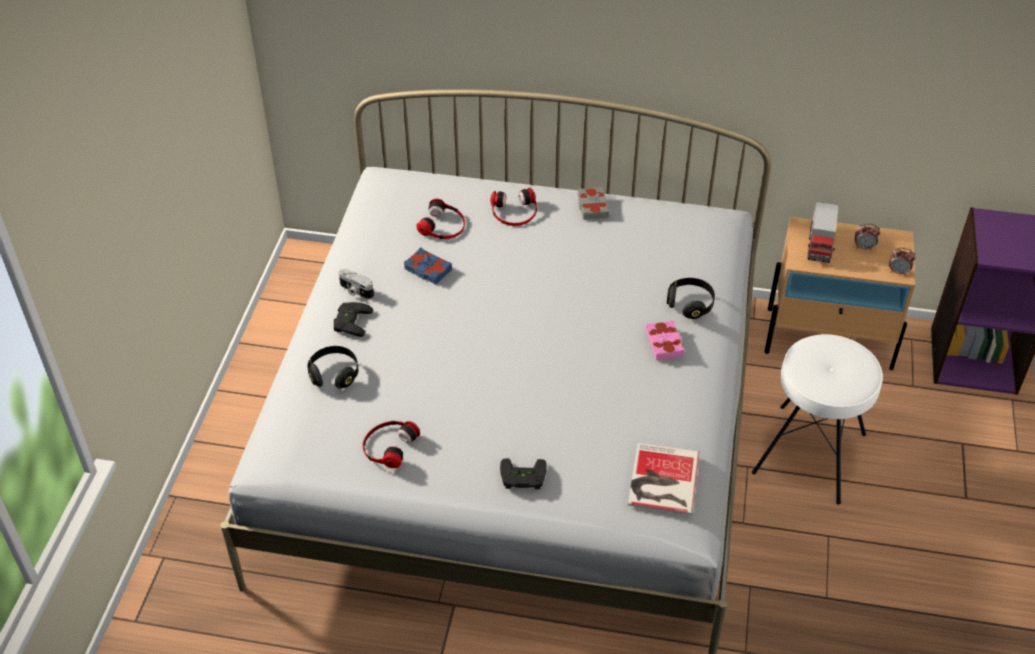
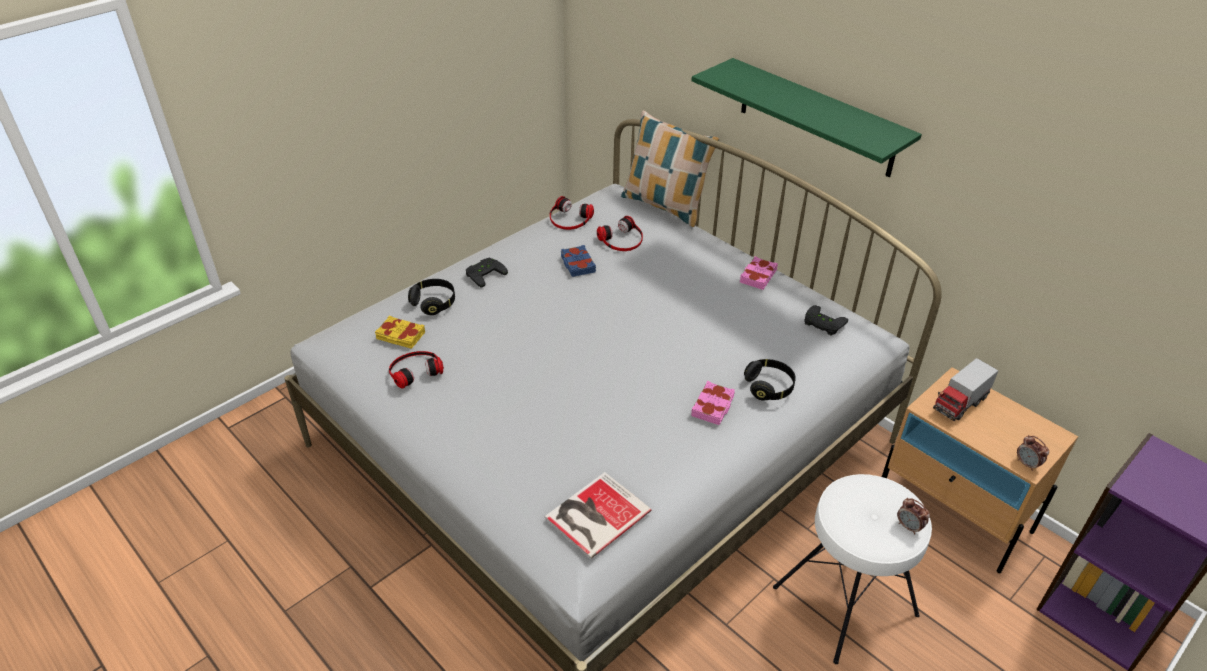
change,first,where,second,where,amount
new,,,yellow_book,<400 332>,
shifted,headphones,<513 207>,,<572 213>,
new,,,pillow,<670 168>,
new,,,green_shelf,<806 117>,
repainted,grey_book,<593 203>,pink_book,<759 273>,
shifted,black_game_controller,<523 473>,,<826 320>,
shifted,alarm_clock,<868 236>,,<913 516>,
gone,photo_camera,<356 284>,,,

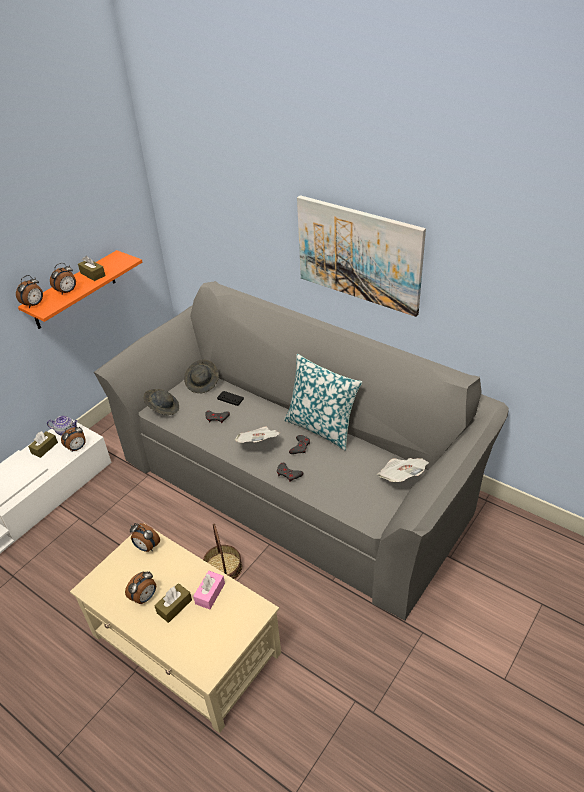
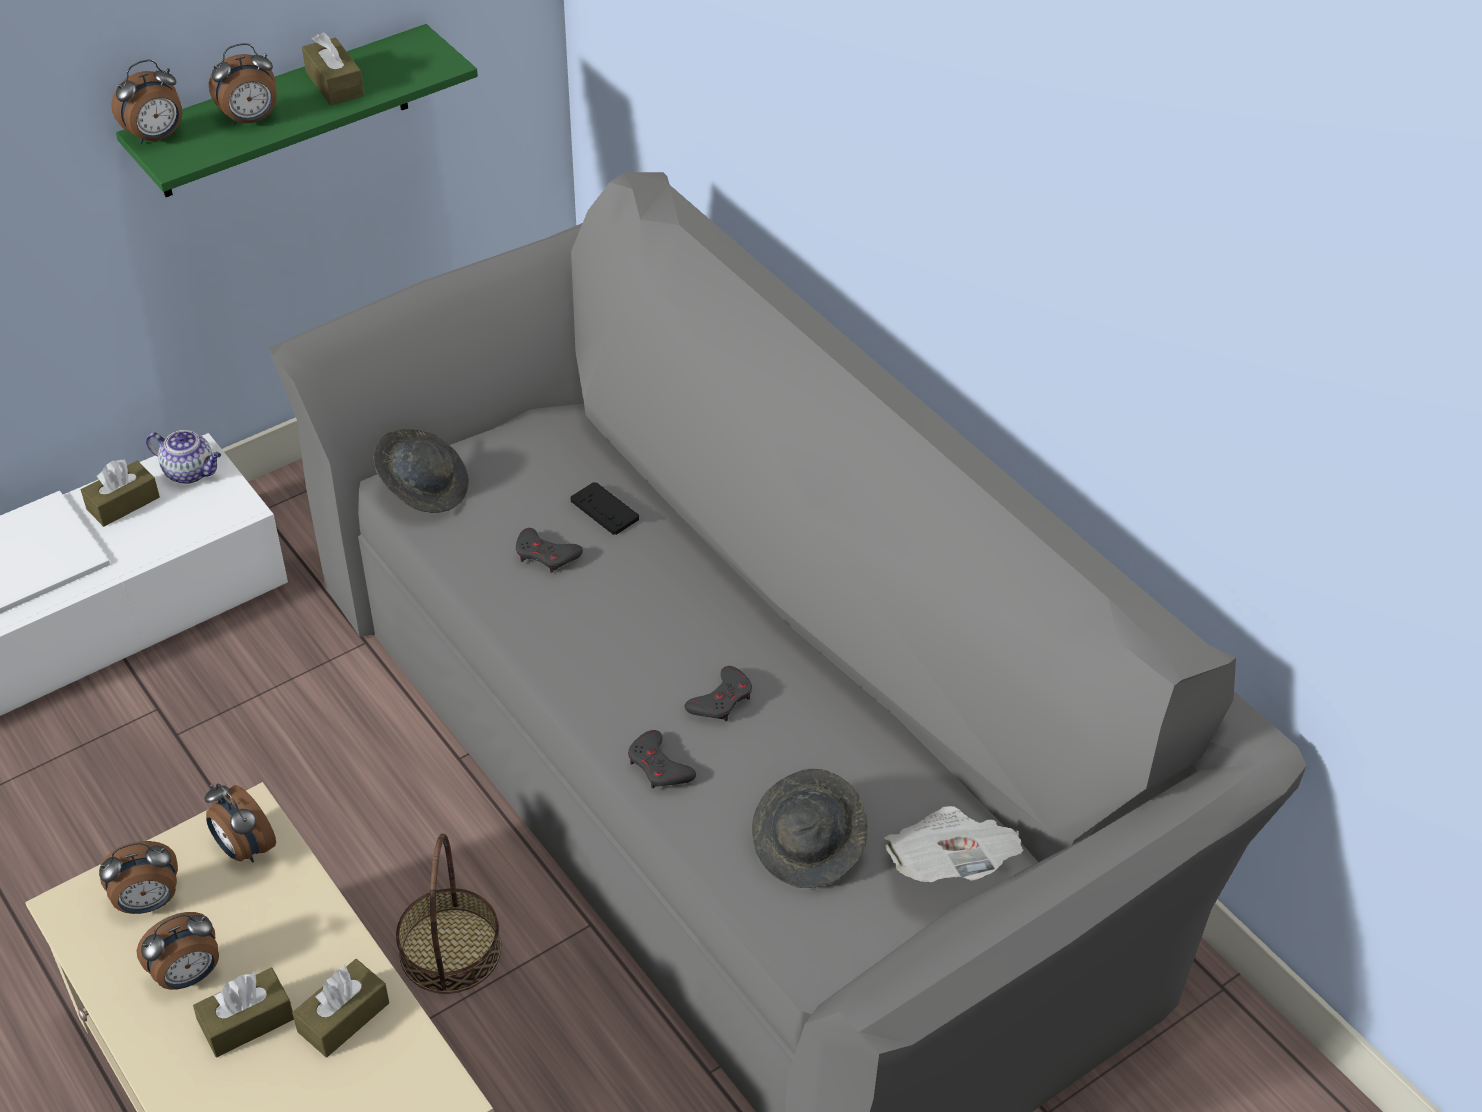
change,first,where,second,where,amount
shifted,alarm_clock,<73 438>,,<138 877>,
repainted,orange_shelf,<80 289>,green_shelf,<297 110>,
repainted,pink_tissue_box,<209 590>,brown_tissue_box,<340 1008>,
shifted,grey_hat,<201 376>,,<810 828>,
gone,newspaper,<257 435>,,,
gone,pillow,<323 402>,,,
gone,picture,<361 256>,,,

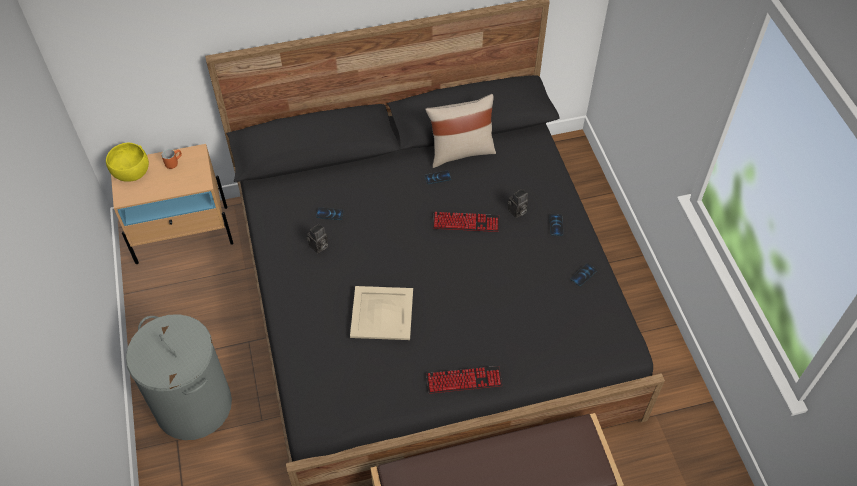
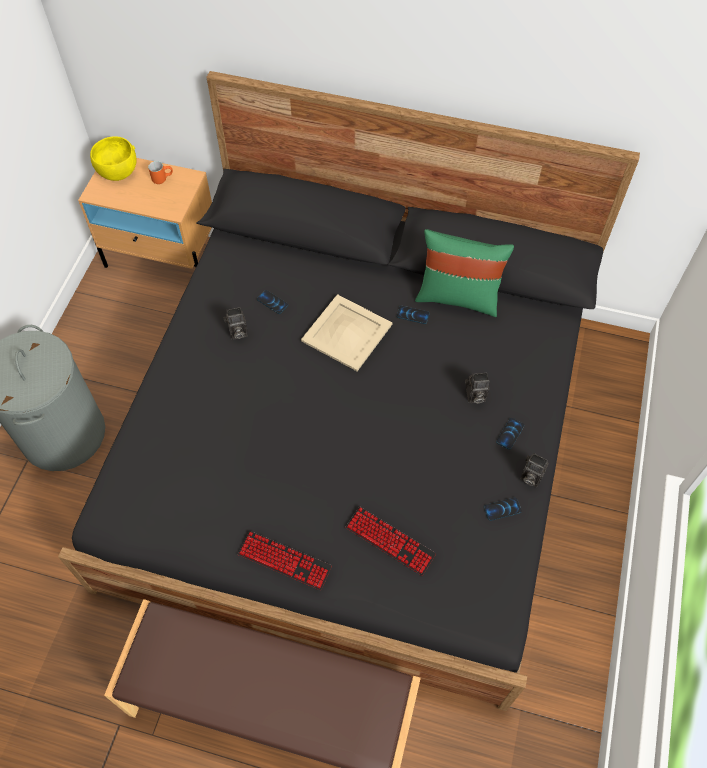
change,first,where,second,where,amount
shifted,beige_tray,<381 313>,,<346 332>,
shifted,keyboard,<466 222>,,<390 541>,
repainted,beige_pillow,<460 131>,green_pillow,<464 273>,
new,,,photo_camera,<534 470>,

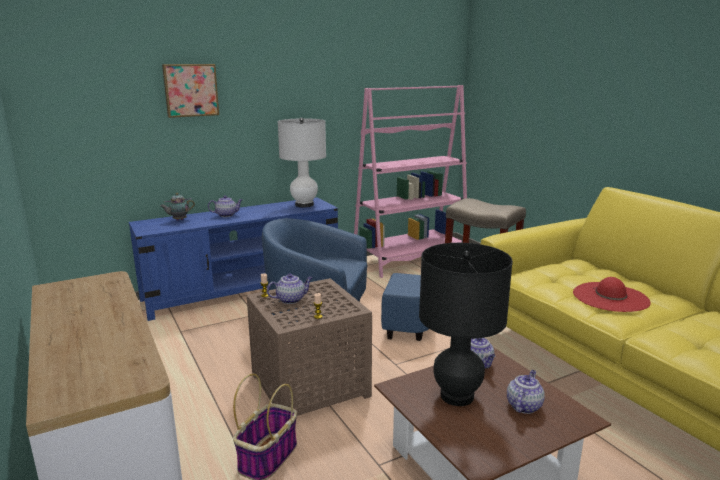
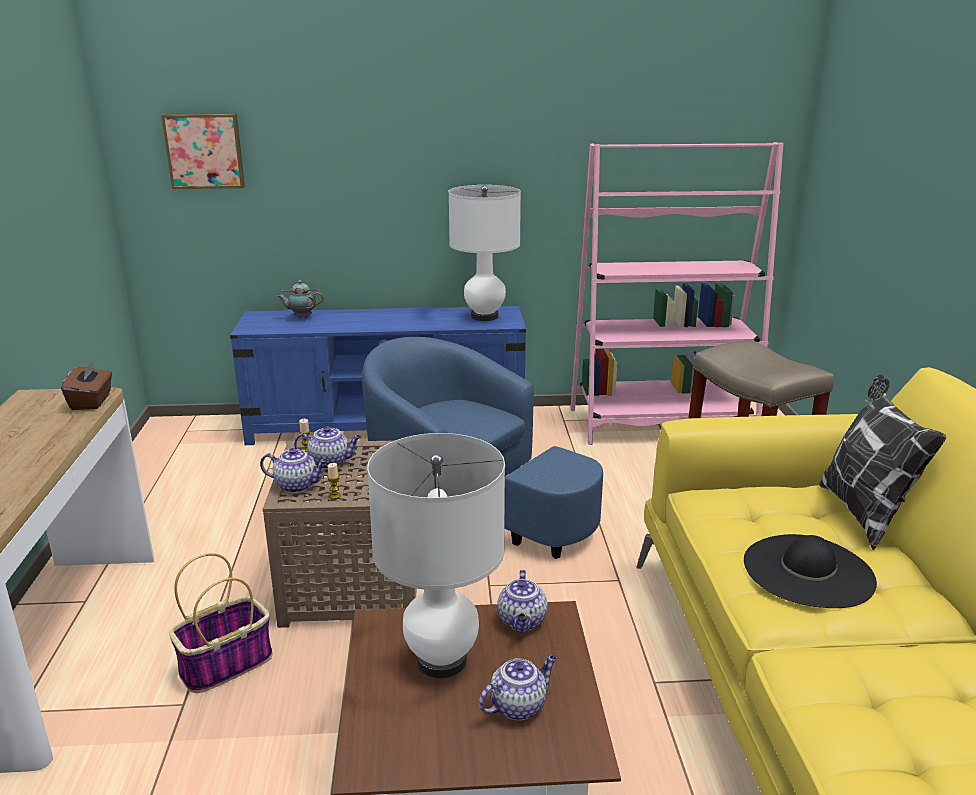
change,first,where,second,where,amount
new,,,brown_tissue_box,<86 385>,
shifted,picture,<190 91>,,<203 151>,
shifted,teapot,<225 206>,,<294 470>,
repainted,black_table_lamp,<466 324>,white_table_lamp,<436 555>,
repainted,red_hat,<612 294>,black_hat,<810 571>,
new,,,pillow,<882 462>,

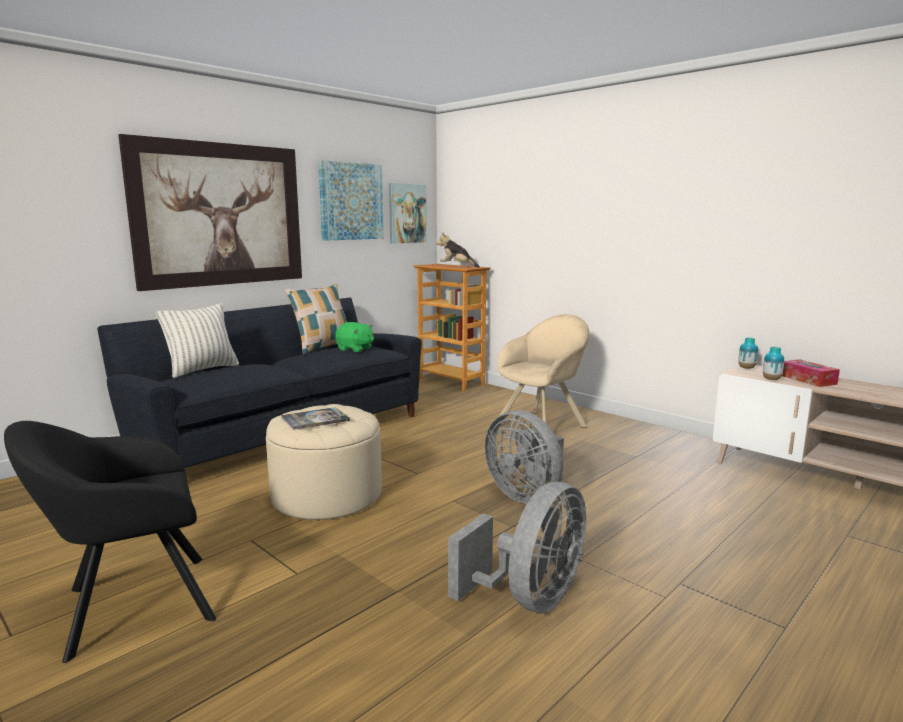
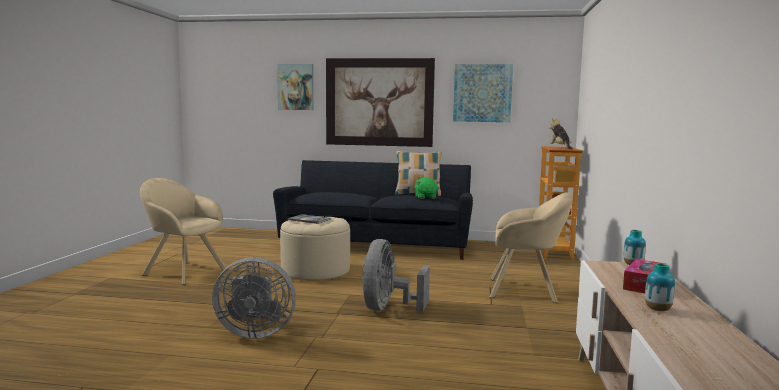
change,first,where,second,where,amount
repainted,black_armchair,<110 542>,beige_armchair,<183 231>,
shifted,picture,<408 213>,,<295 87>,
shifted,vase,<773 363>,,<660 287>,
gone,pillow,<197 340>,,,

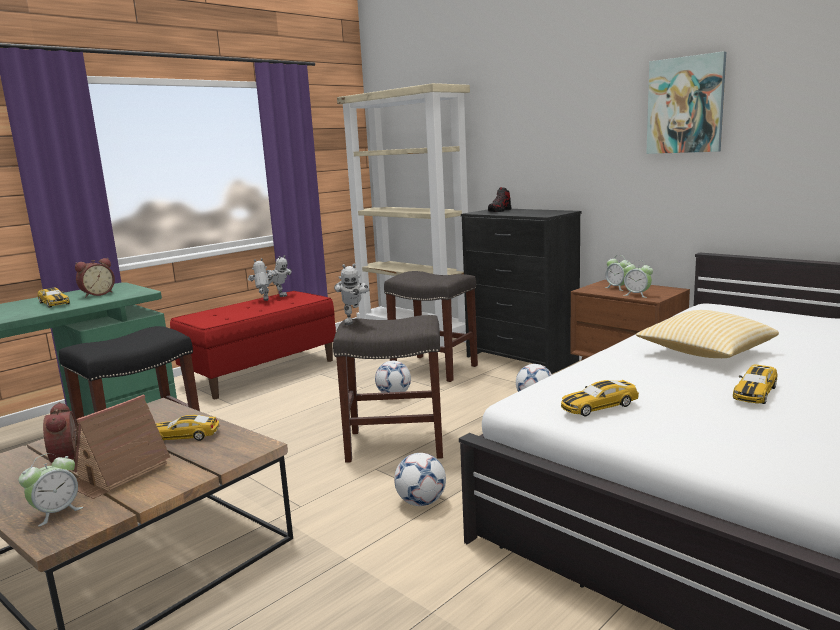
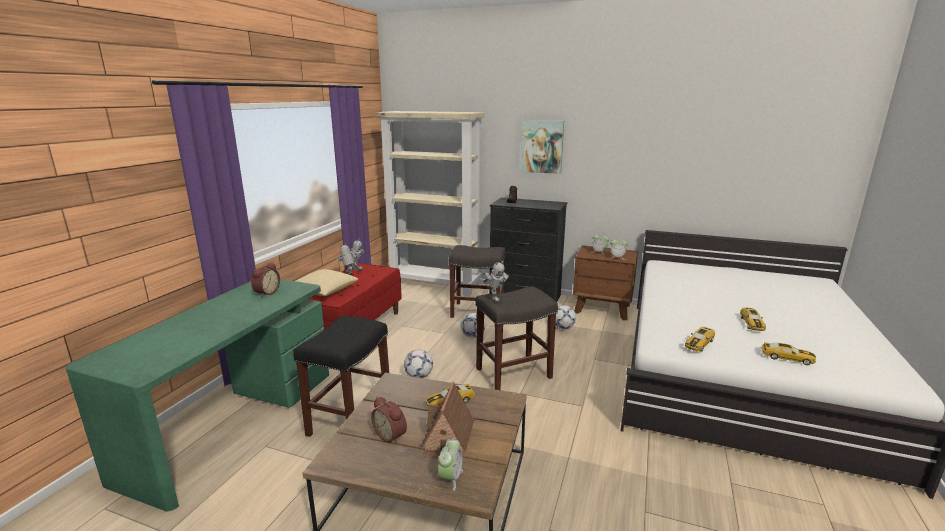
change,first,where,second,where,amount
shifted,pillow,<707 334>,,<327 282>,
shifted,football,<420 479>,,<418 363>,
shifted,picture,<686 102>,,<542 147>,
shifted,toy_car,<53 297>,,<788 353>,

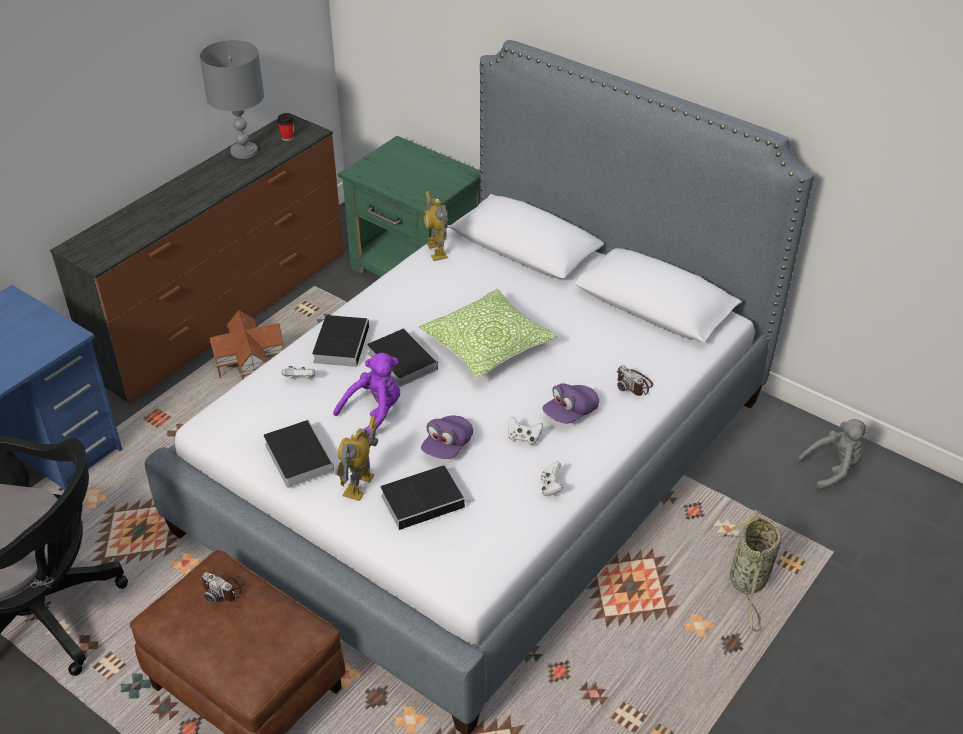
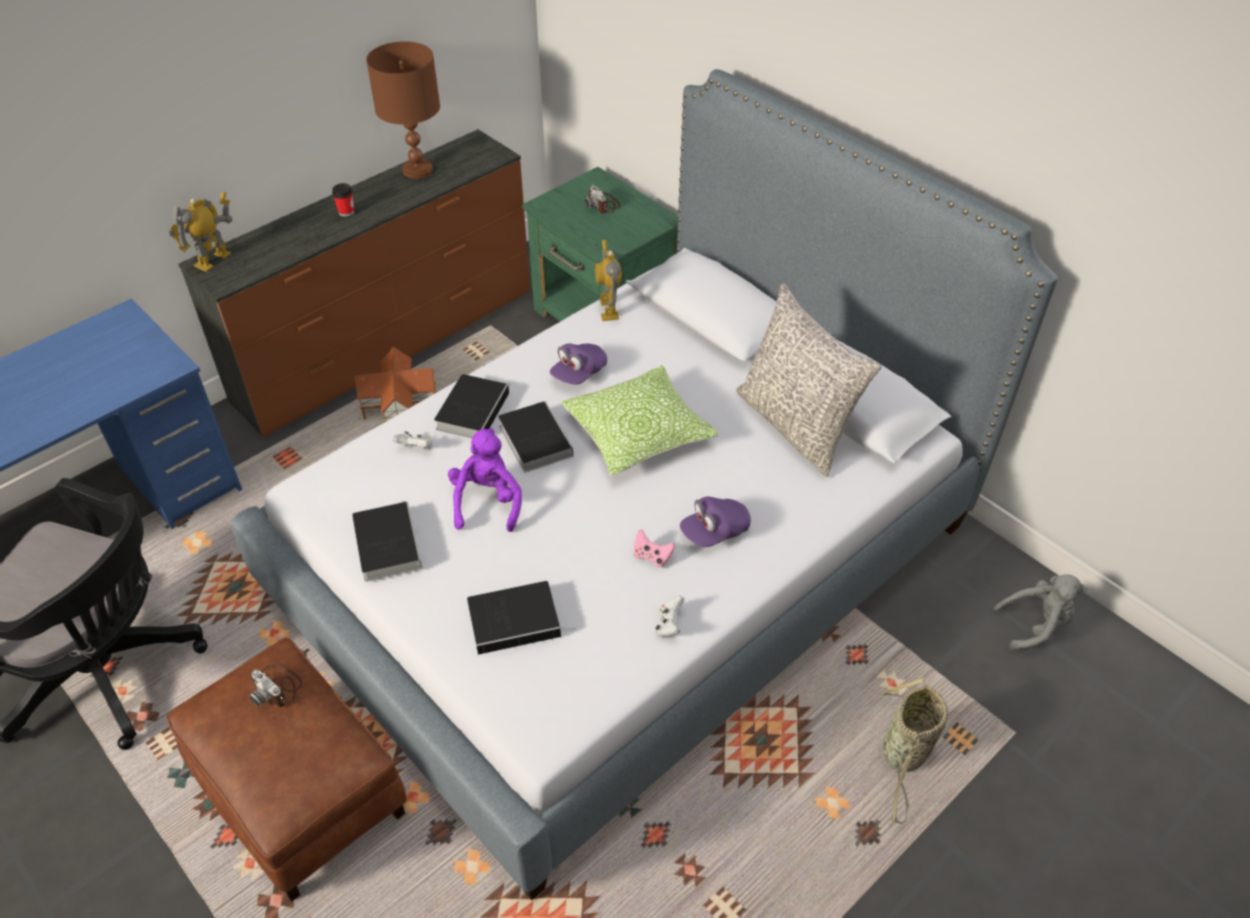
change,first,where,second,where,amount
shifted,toy_robot,<356 458>,,<200 231>,
shifted,cup,<285 127>,,<343 200>,
repainted,grey_table_lamp,<232 99>,brown_table_lamp,<403 110>,
rotated,purple_plush_toy,<366 394>,,<485 480>,60 degrees counterclockwise
shifted,purple_cap,<447 437>,,<578 364>,
shifted,photo_camera,<635 380>,,<602 199>,
repainted,white_game_controller,<525 430>,pink_game_controller,<654 548>,
new,,,grey_pillow,<808 380>,

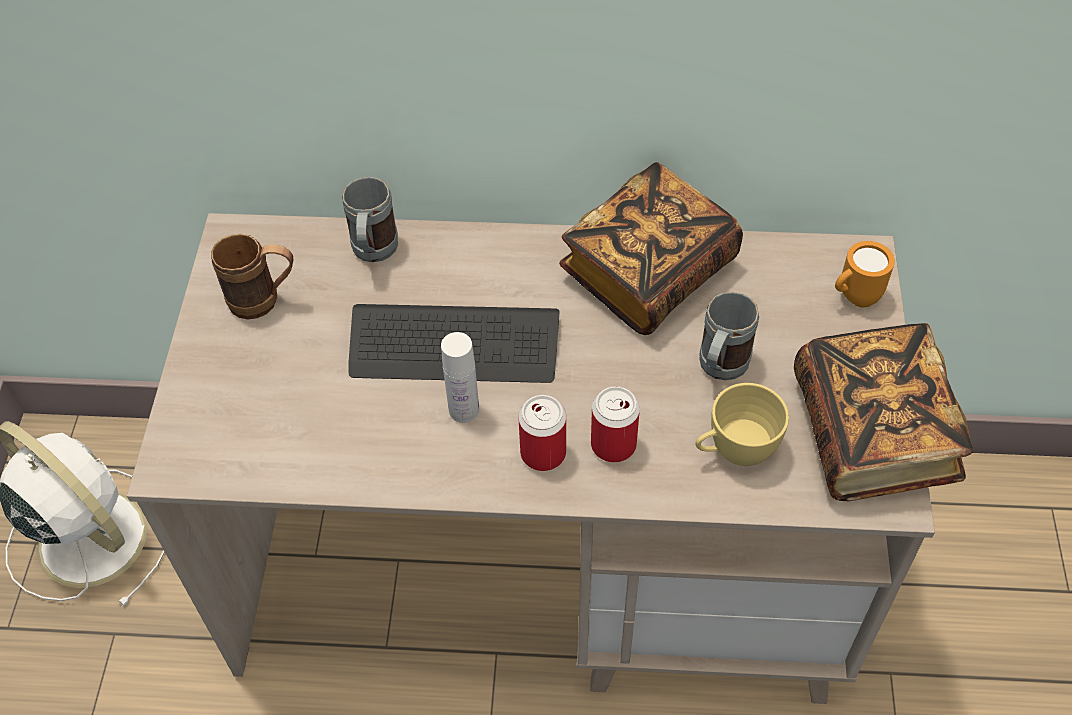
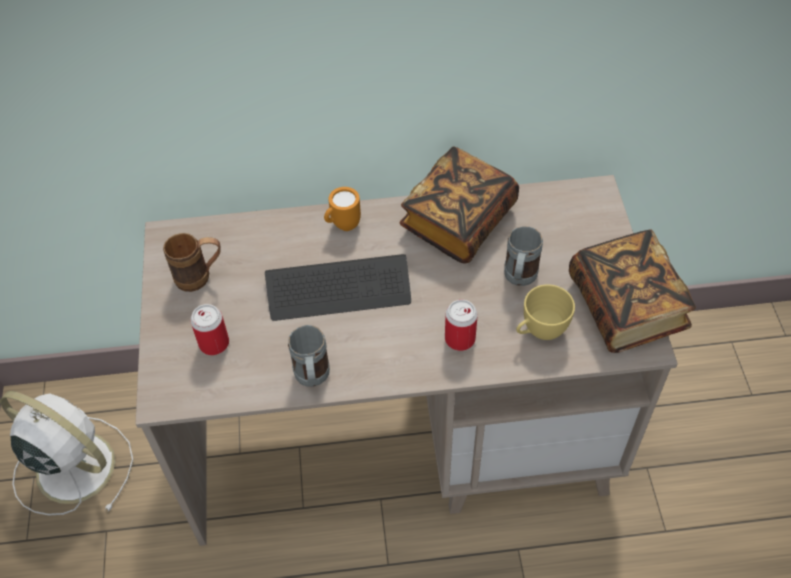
change,first,where,second,where,amount
shifted,can,<542 433>,,<209 329>,
shifted,grey_mug,<370 219>,,<309 356>,
shifted,orange_mug,<865 274>,,<342 209>,
gone,white_bottle,<460 377>,,,

